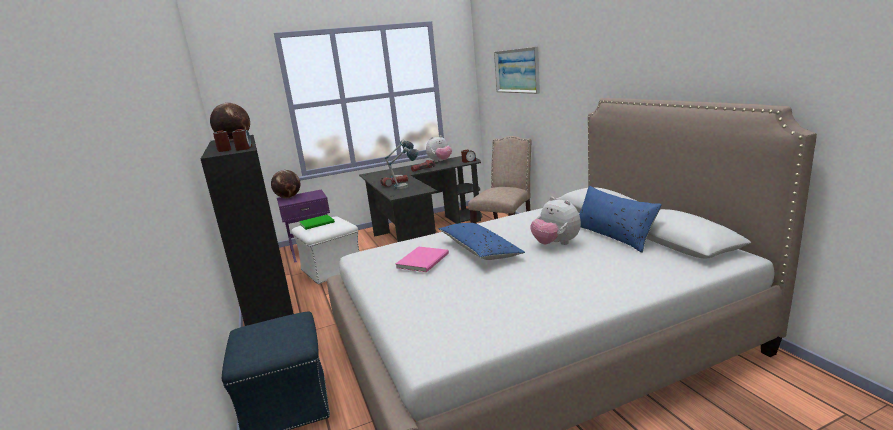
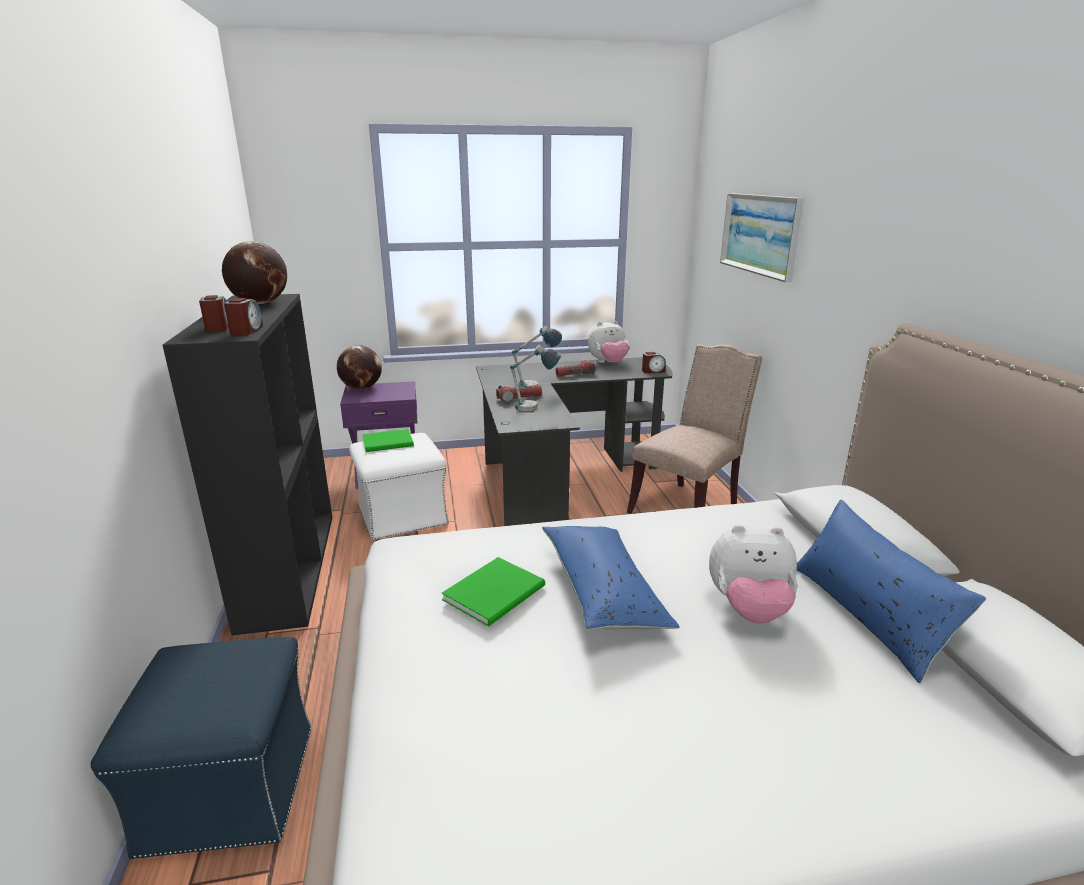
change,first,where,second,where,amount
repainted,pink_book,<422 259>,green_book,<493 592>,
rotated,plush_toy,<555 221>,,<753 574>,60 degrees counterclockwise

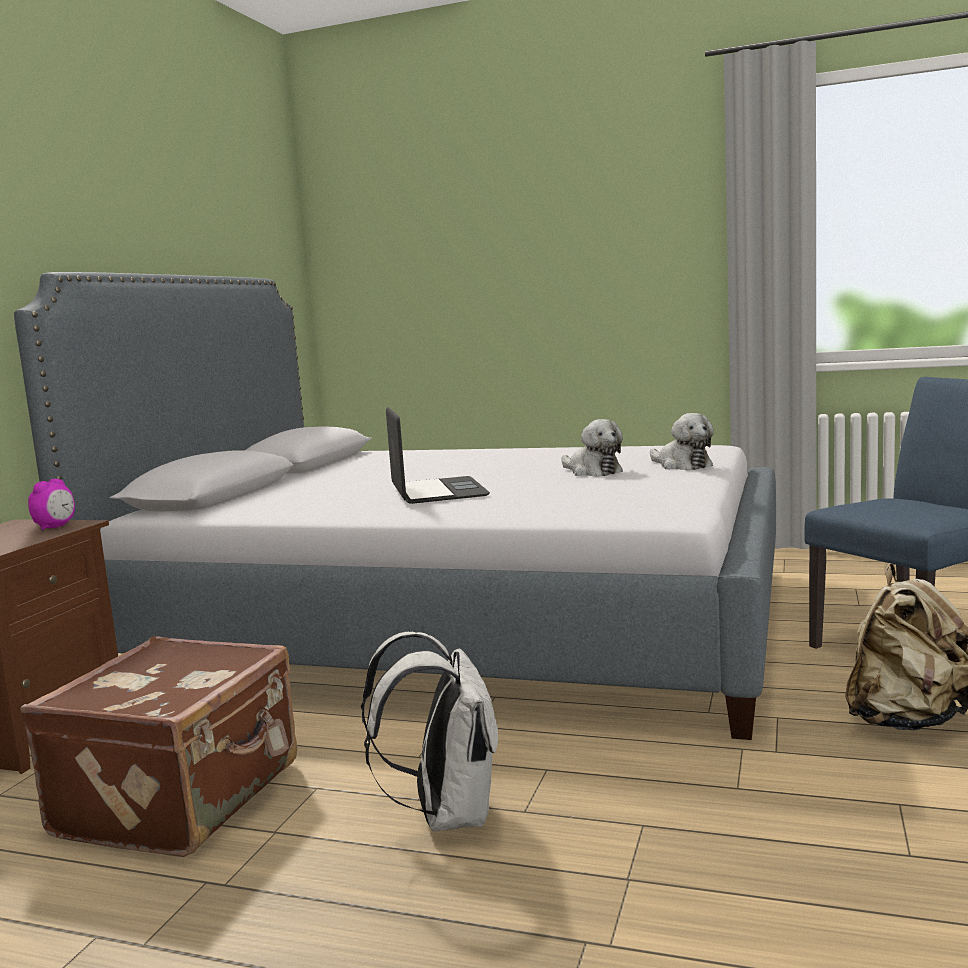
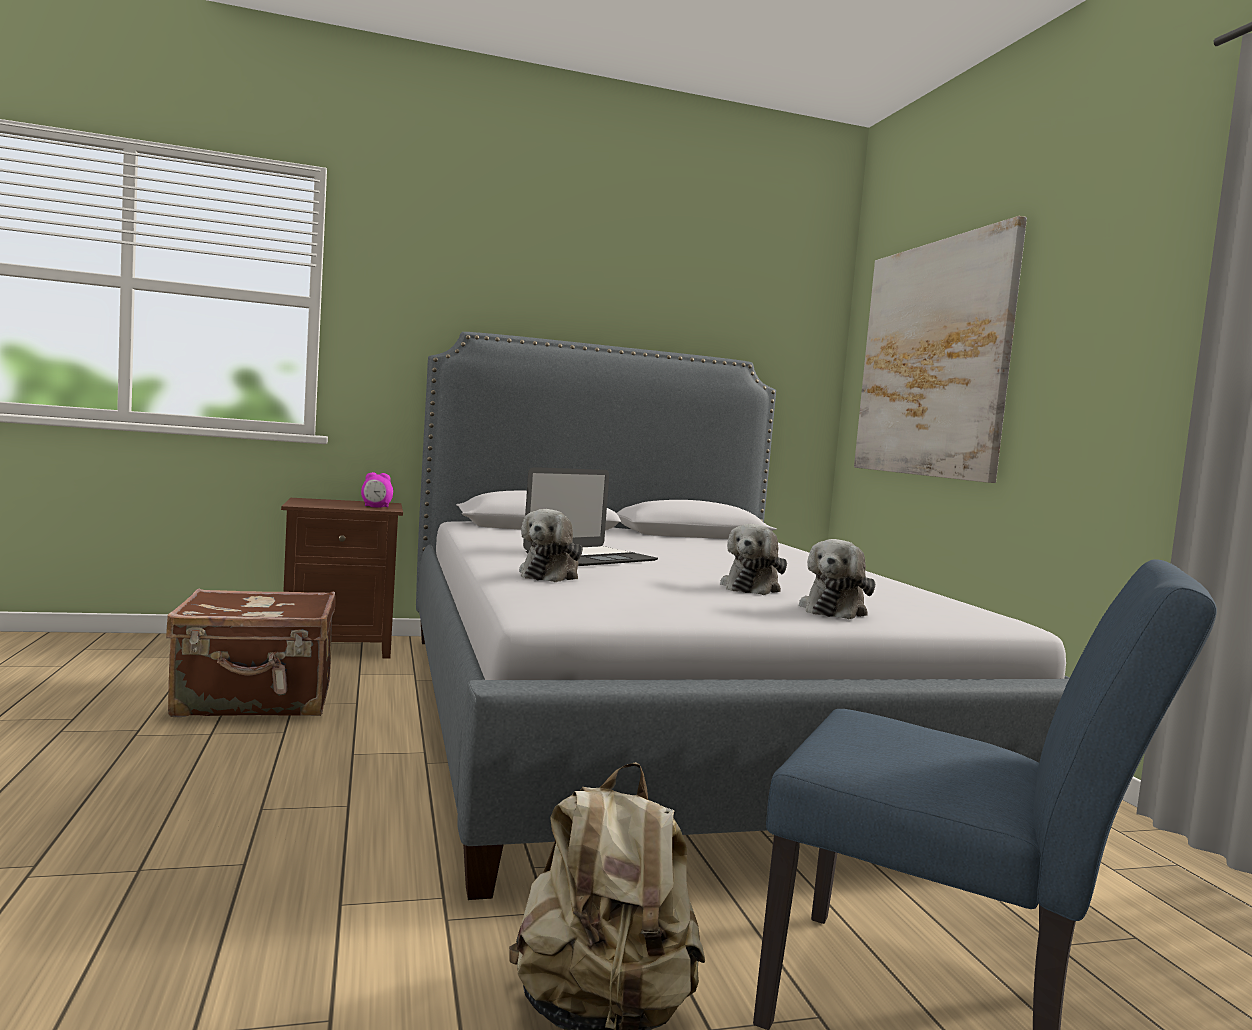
change,first,where,second,where,amount
new,,,plush_toy,<551 545>,
new,,,picture,<940 349>,
gone,white_backpack,<429 732>,,,

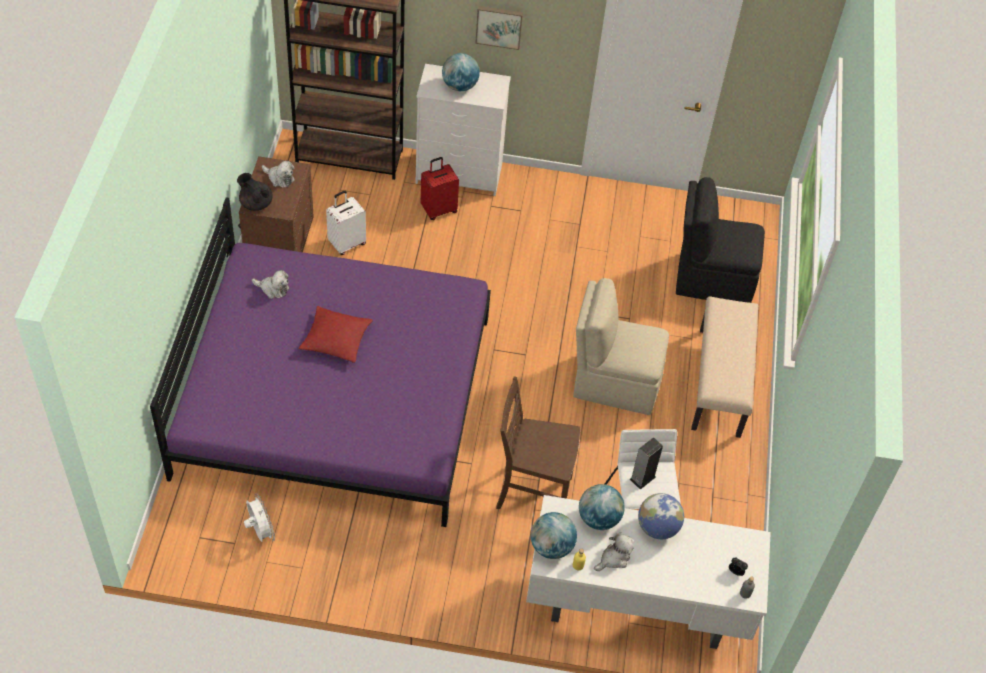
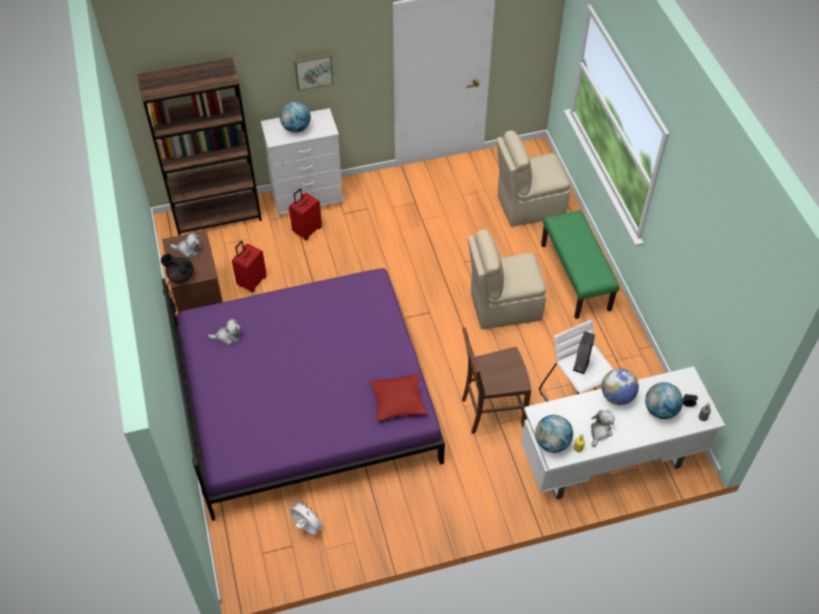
change,first,where,second,where,amount
repainted,white_suitcase,<346 223>,red_suitcase,<249 266>,
shifted,red_pillow,<336 334>,,<398 397>,
repainted,black_chair,<720 240>,beige_chair,<533 178>,
repainted,beige_bench,<724 367>,green_bench,<580 264>,
shifted,globe,<602 507>,,<664 400>,

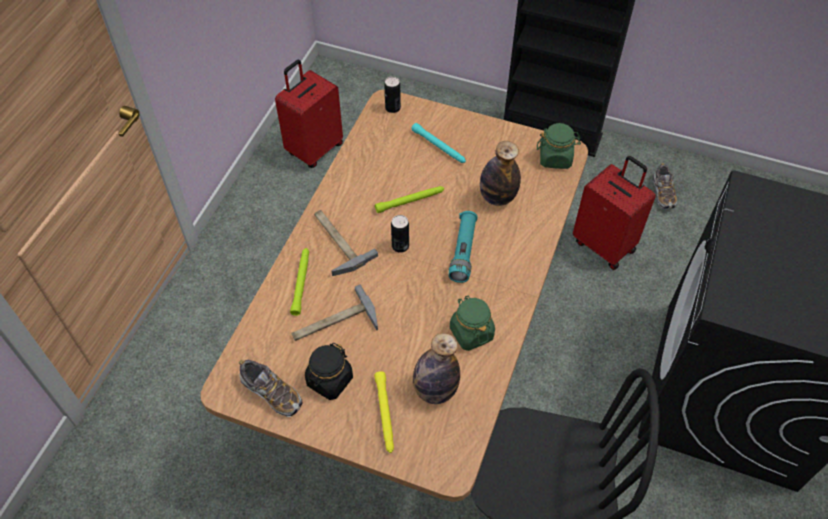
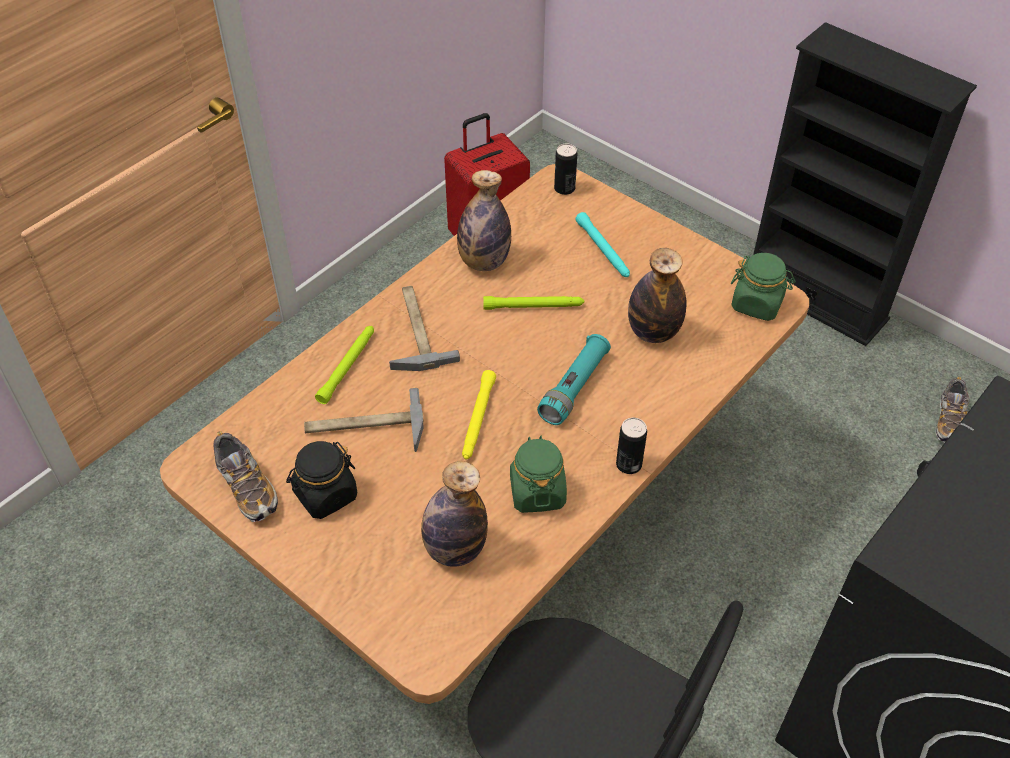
change,first,where,second,where,amount
new,,,bottle,<484 220>,
shifted,yellow_flashlight,<384 412>,,<479 414>,
shifted,can,<400 234>,,<631 446>,
gone,red_suitcase,<614 213>,,,

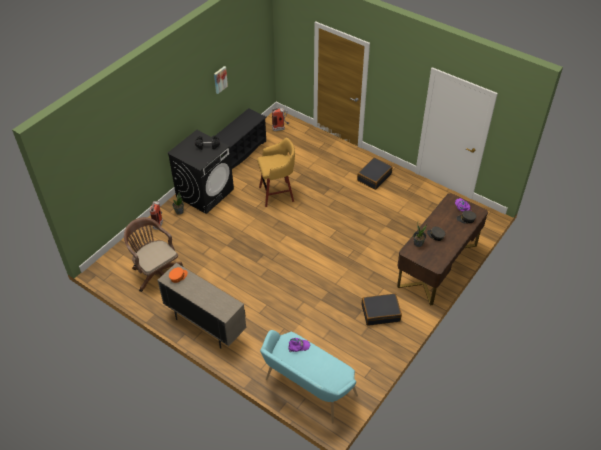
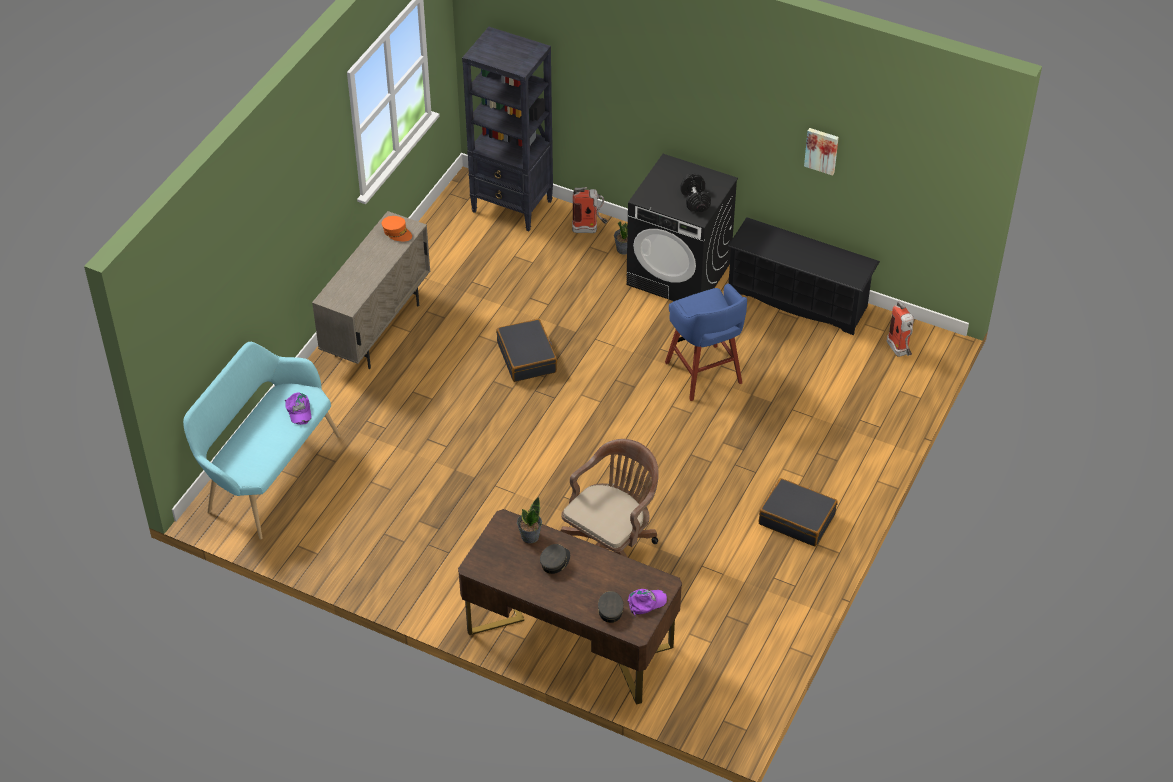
change,first,where,second,where,amount
new,,,black_bookcase,<507 129>,
shifted,black_suitcase,<382 309>,,<526 350>,
shifted,brown_office_chair,<153 254>,,<609 498>,
repainted,yellow_stool,<276 172>,blue_stool,<706 342>,

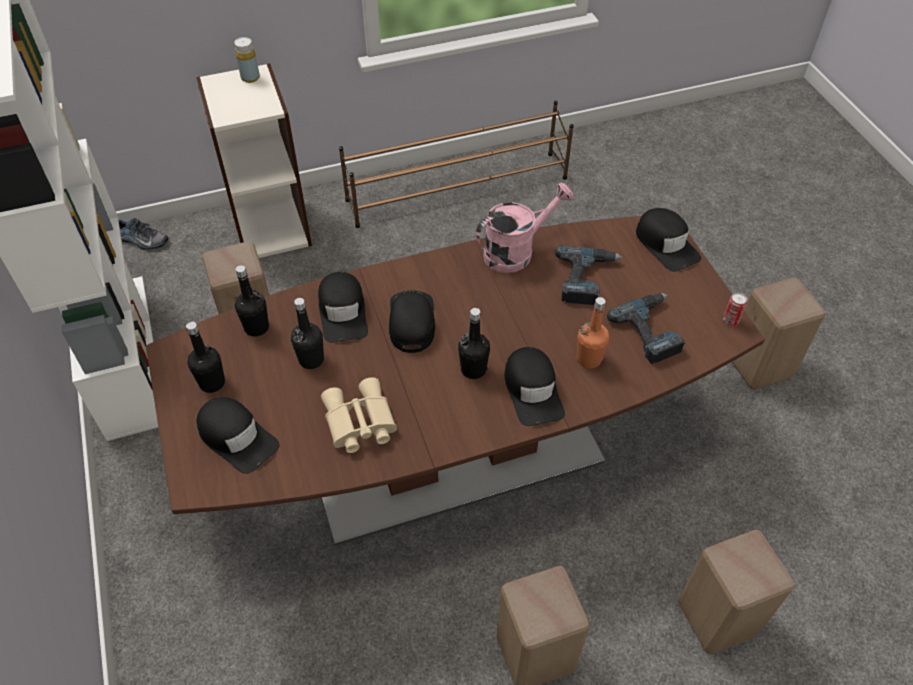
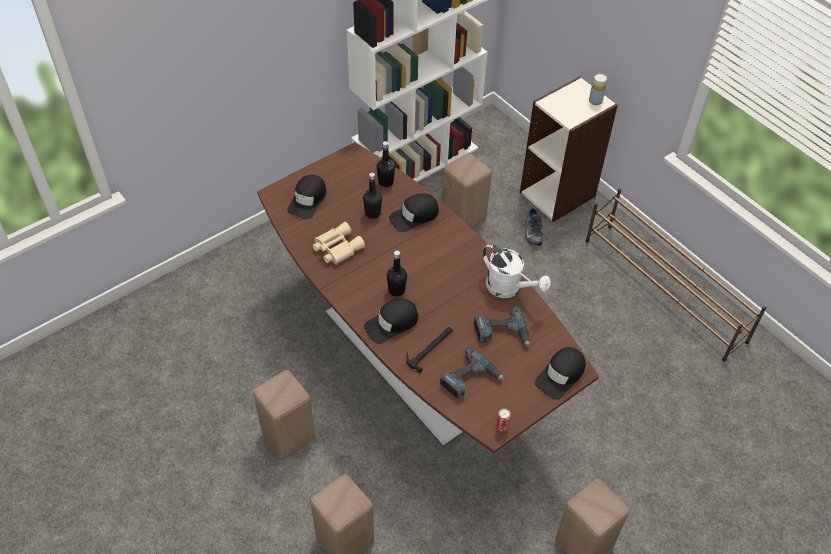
change,first,where,second,where,amount
swapped,orange_bottle,<593 333>,hammer,<429 350>,
repainted,pink_watering_can,<525 228>,white_watering_can,<516 271>,
shifted,shoe,<143 234>,,<534 226>,
gone,black_bottle,<205 357>,,,
gone,black_cap,<412 321>,,,

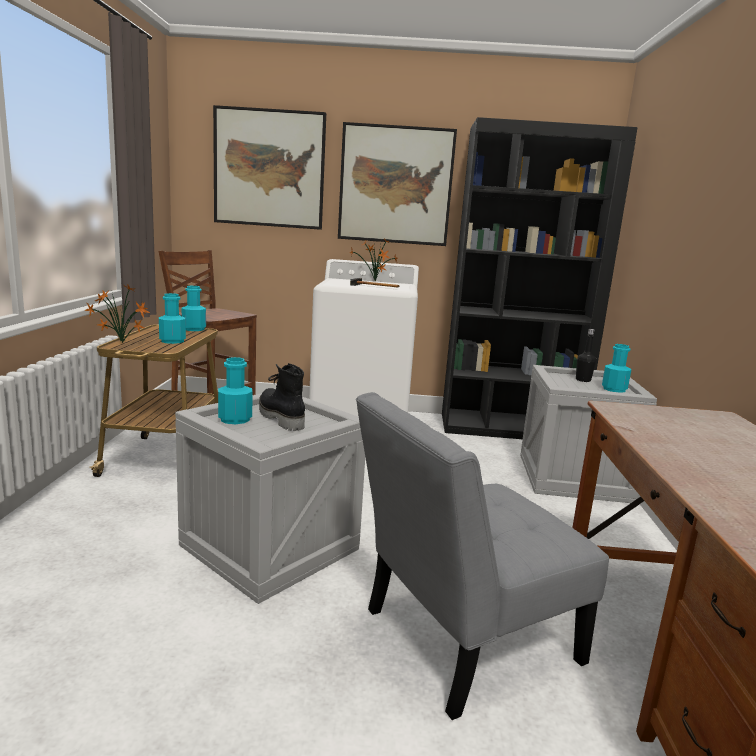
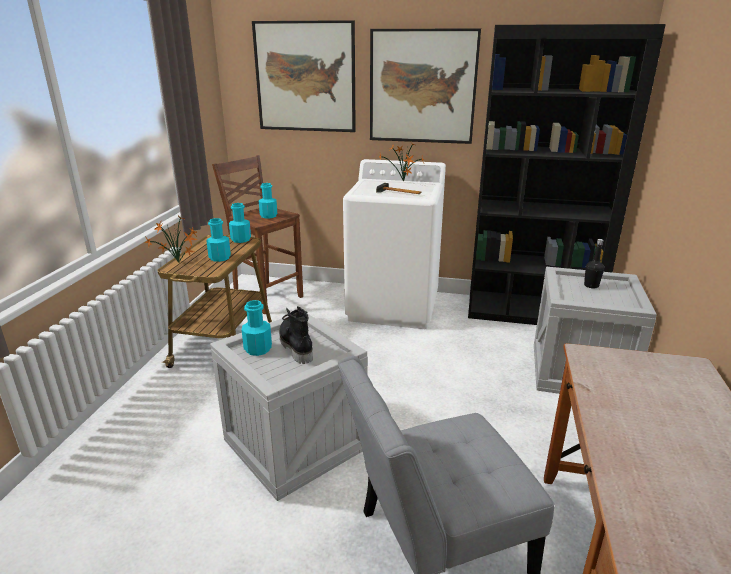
change,first,where,second,where,amount
shifted,turquoise_bottle,<616 368>,,<268 201>,

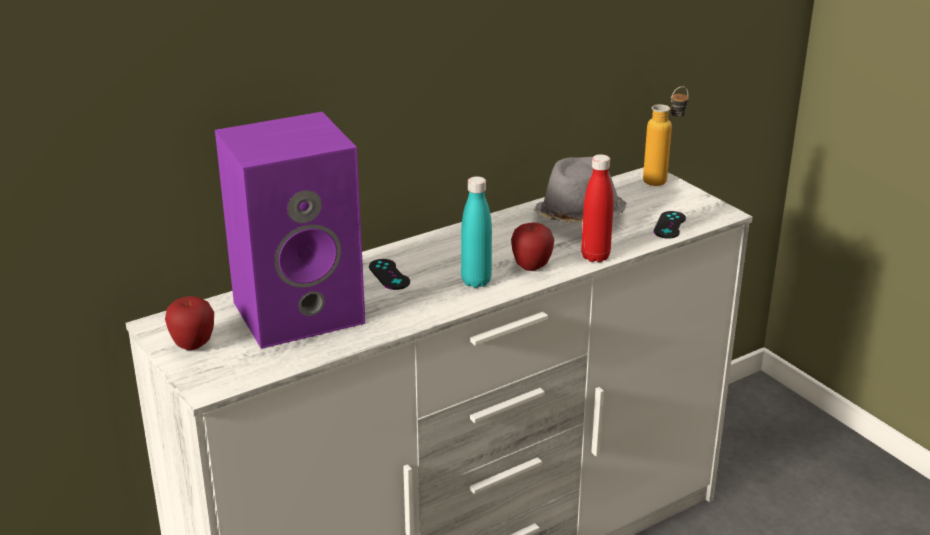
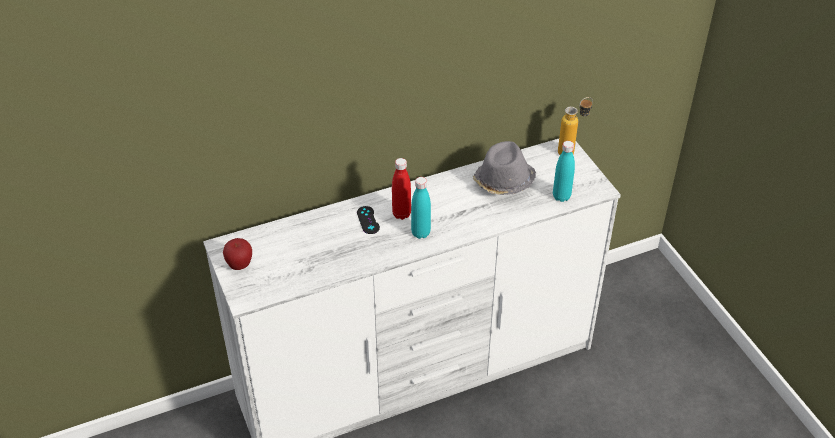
change,first,where,second,where,amount
shifted,red_bottle,<597 208>,,<401 189>,
swapped,black_game_controller,<670 225>,turquoise_bottle,<564 171>,
gone,purple_speaker,<290 230>,,,
gone,apple,<532 246>,,,

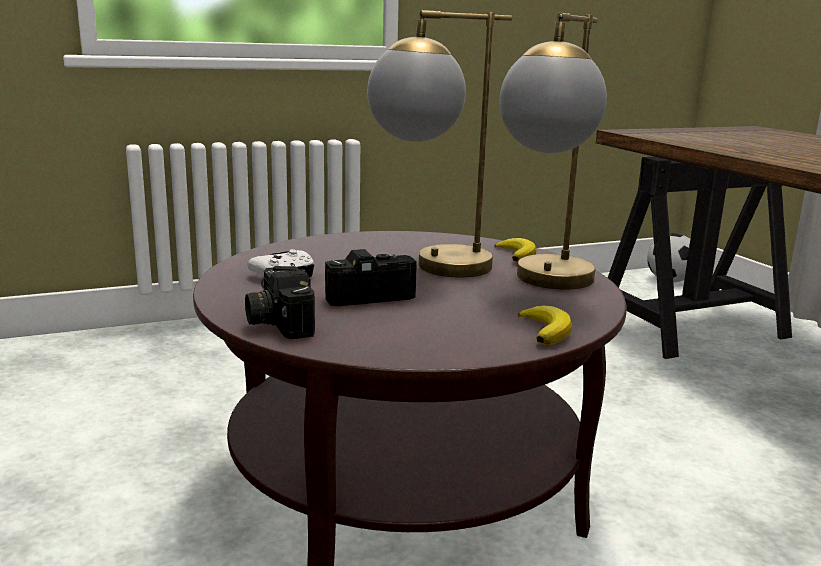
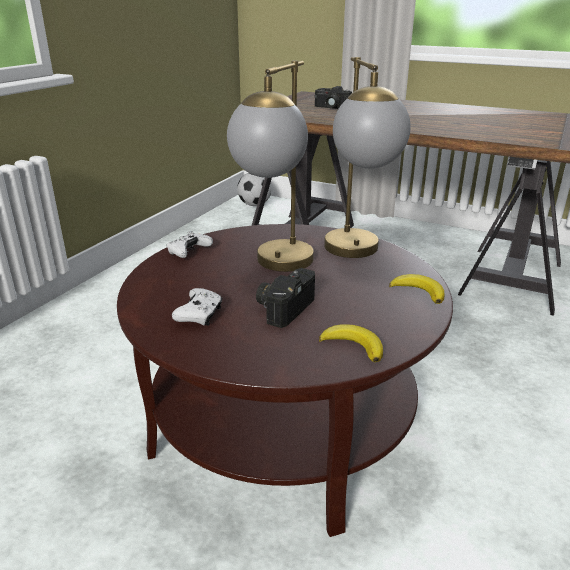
change,first,where,second,where,amount
new,,,white_game_controller,<190 244>,
shifted,photo_camera,<280 303>,,<333 97>,
shifted,banana,<515 250>,,<351 343>,

